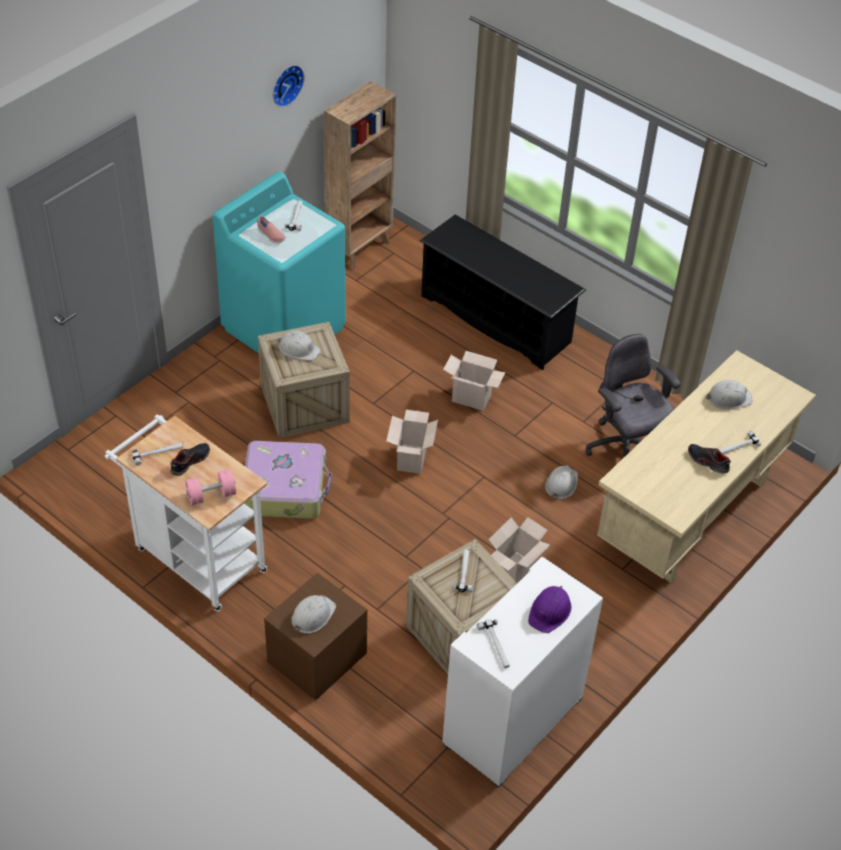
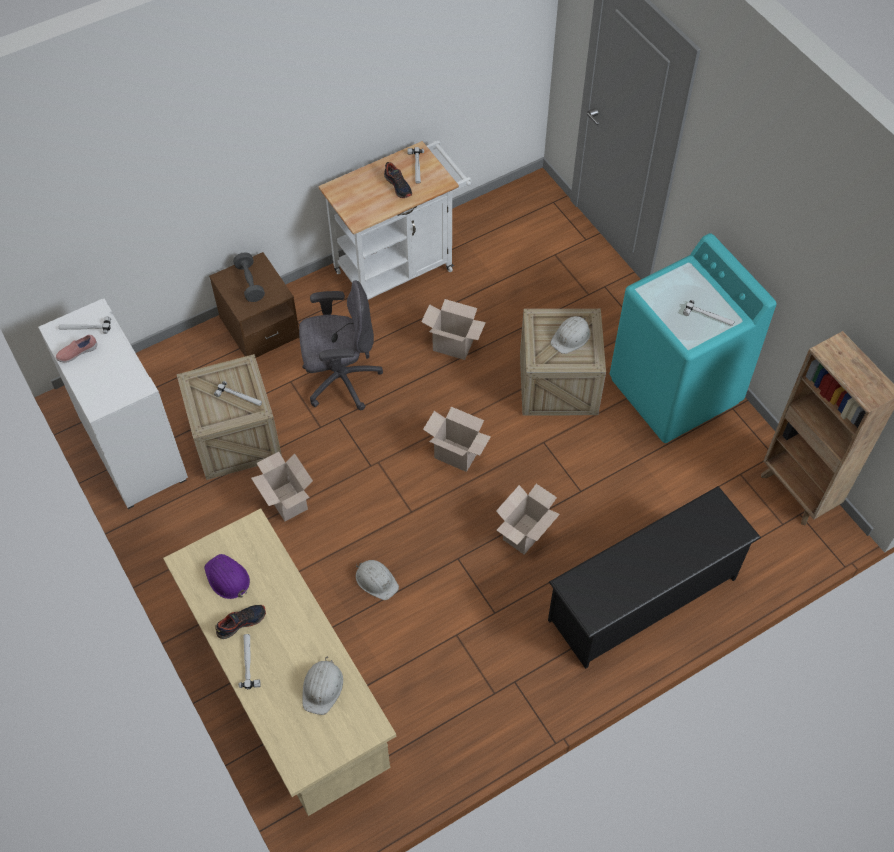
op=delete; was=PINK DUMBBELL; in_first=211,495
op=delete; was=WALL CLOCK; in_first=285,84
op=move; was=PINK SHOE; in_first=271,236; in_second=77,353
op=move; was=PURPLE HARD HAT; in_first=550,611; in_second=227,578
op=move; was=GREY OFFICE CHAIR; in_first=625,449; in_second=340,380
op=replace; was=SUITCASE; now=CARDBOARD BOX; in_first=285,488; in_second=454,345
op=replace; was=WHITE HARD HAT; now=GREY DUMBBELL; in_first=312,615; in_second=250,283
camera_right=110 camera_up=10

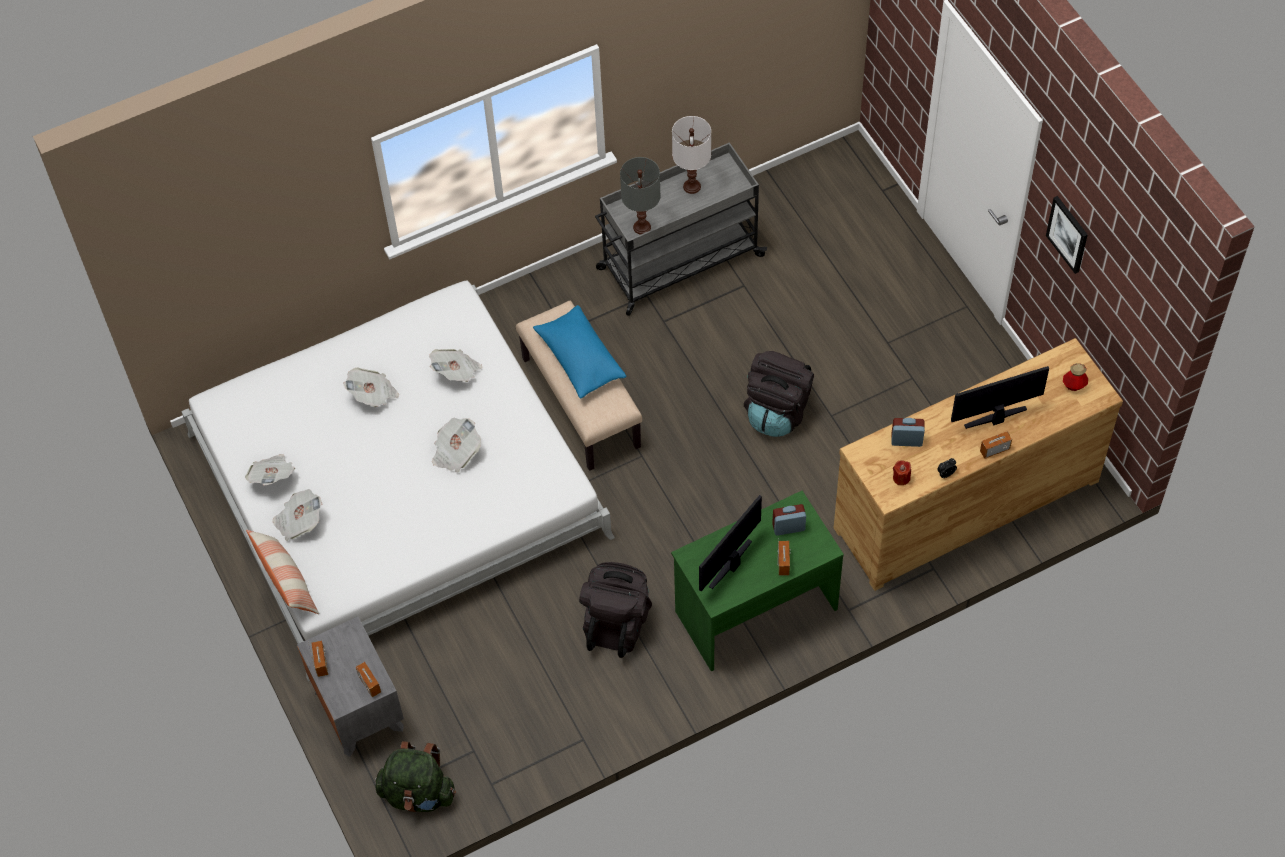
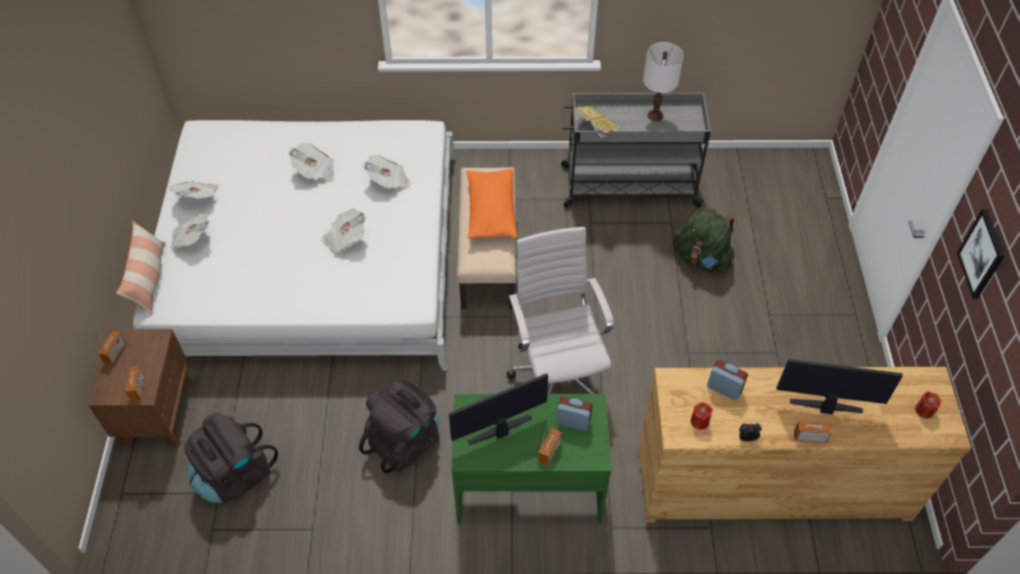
op=insert; now=WHITE OFFICE CHAIR; in_second=557,374
op=move; was=GREEN BACKPACK; in_first=418,793; in_second=701,259
op=move; was=BLACK BACKPACK; in_first=778,410; in_second=235,475
op=replace; was=GREY TABLE LAMP; now=BOOK; in_first=641,227; in_second=595,129
op=replace; was=BOTTLE; now=RED CANDLE; in_first=1074,385; in_second=924,410
op=recolor; was=GREY NIGHTSTAND; now=BROWN NIGHTSTAND; in_first=358,709; in_second=157,413
op=recolor; was=BLUE PILLOW; now=ORANGE PILLOW; in_first=580,359; in_second=491,212
camera_right=25 camera_up=-5

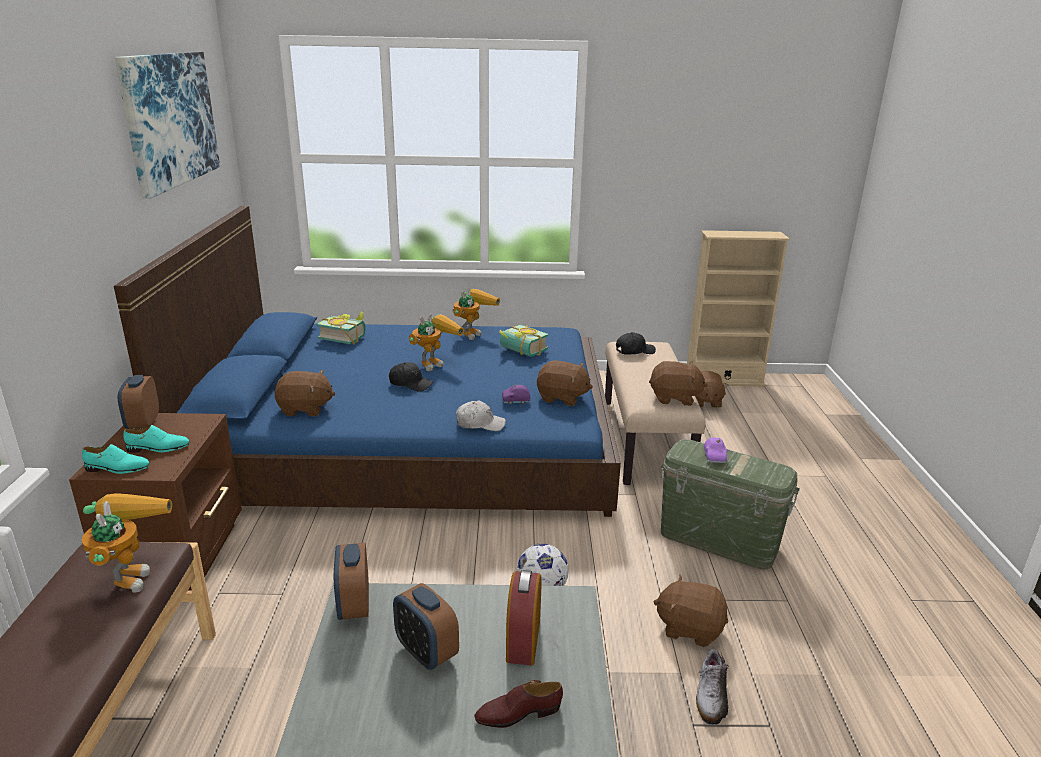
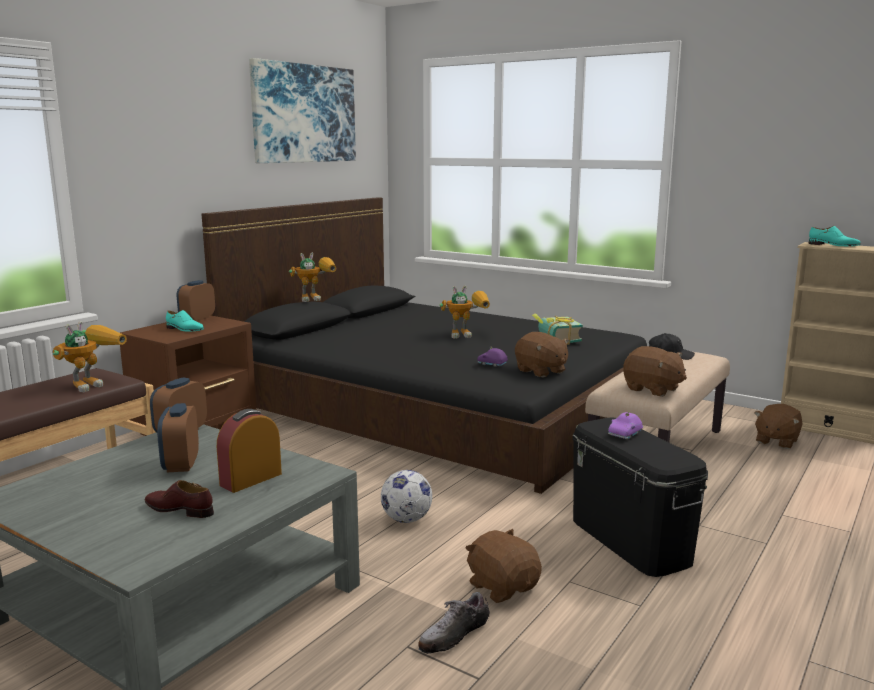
op=delete; was=BROWN PLUSH TOY; in_first=305,409
op=delete; was=BOOK; in_first=345,337
op=delete; was=BLACK CAP; in_first=410,383
op=delete; was=WHITE CAP; in_first=480,424
op=move; was=TURQUOISE SHOE; in_first=117,468; in_second=833,245
op=move; was=TOY ROBOT; in_first=472,332; in_second=317,298
op=recolor; was=BLUE BED; now=BLACK BED; in_first=409,436; in_second=438,403
op=recolor; was=GREEN STORAGE BOX; now=BLACK STORAGE BOX; in_first=719,539; in_second=630,540
camera_right=35 camera_up=-10

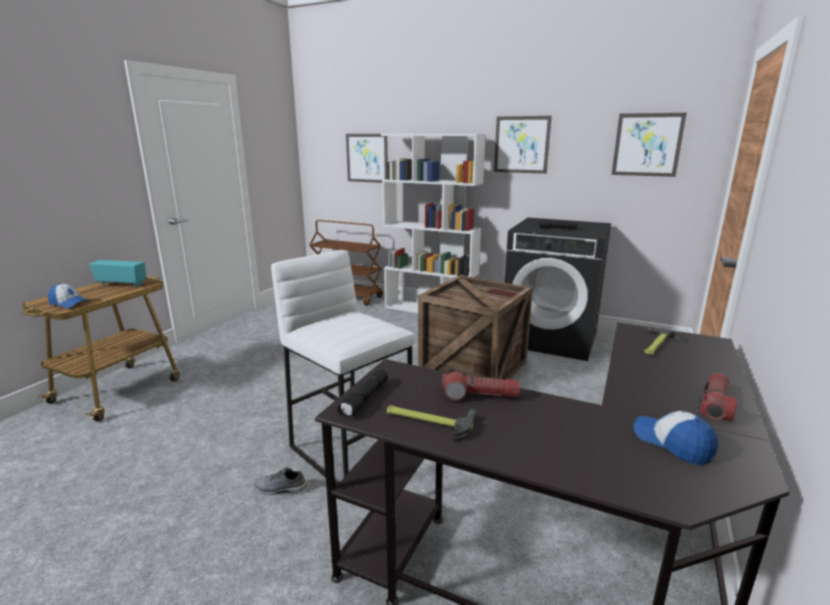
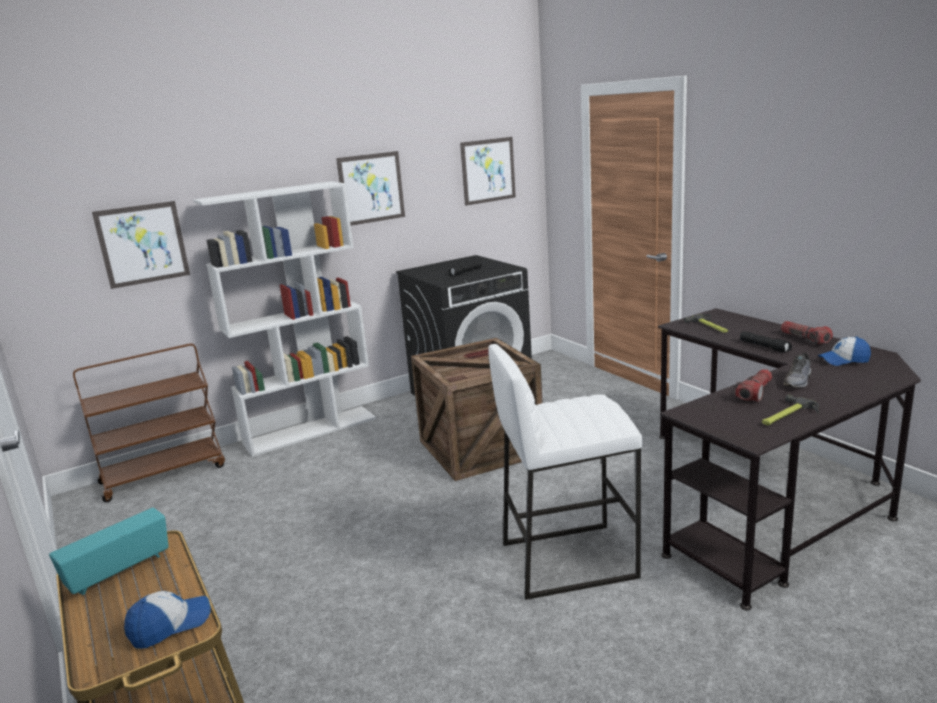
op=move; was=GREY SHOE; in_first=280,489; in_second=798,381
op=move; was=BLACK FLASHLIGHT; in_first=365,399; in_second=765,347
camera_right=-55 camera_up=0

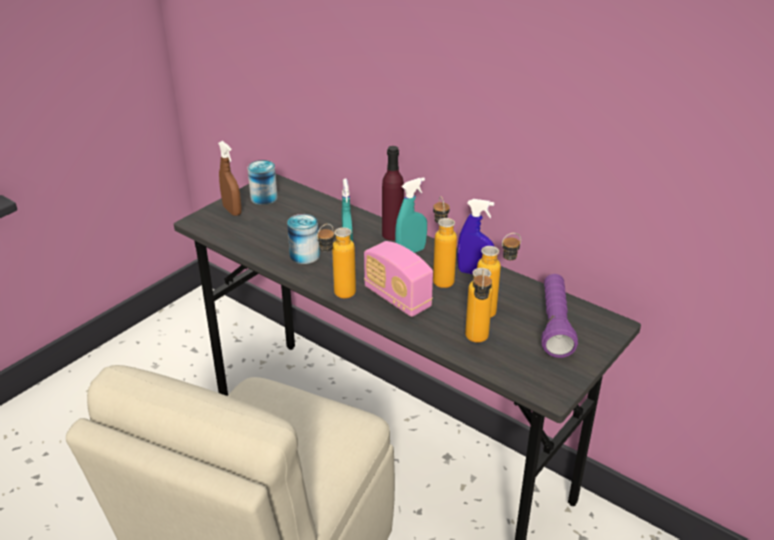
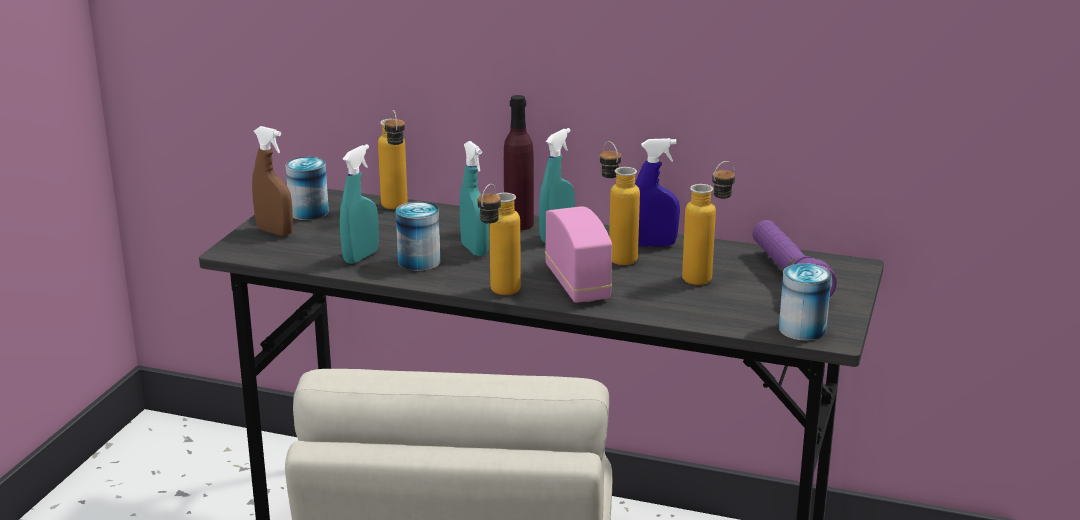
op=insert; now=TURQUOISE SPRAY BOTTLE; in_second=361,257
op=insert; now=CAN; in_second=802,329
op=move; was=BOTTLE; in_first=476,342; in_second=396,209
op=rotate; was=RADIO; in_first=397,298; in_second=577,284; clockwise=-135
camera_right=-20 camera_up=-10

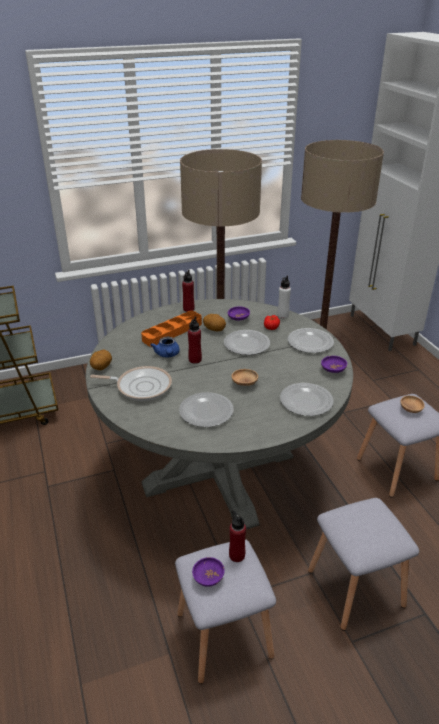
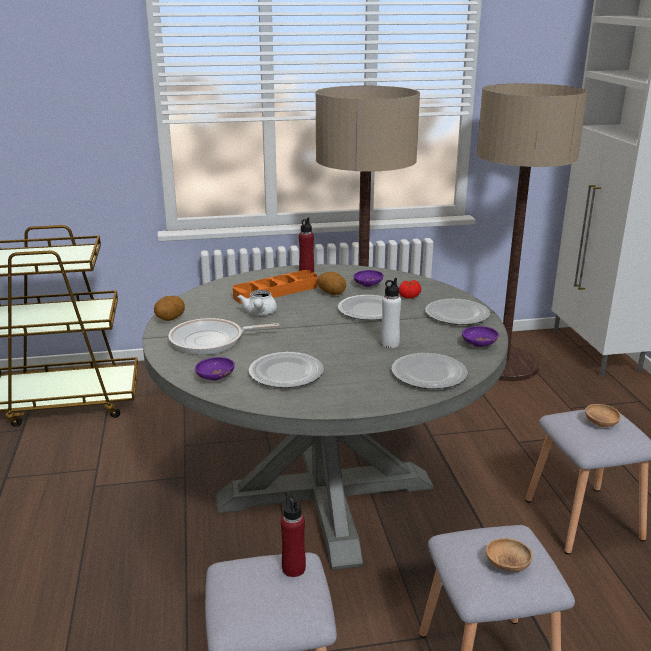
op=delete; was=RED BOTTLE; in_first=195,360
op=move; was=PURPLE BOWL; in_first=208,577; in_second=215,378
op=move; was=BROWN BOWL; in_first=244,383; in_second=507,565
op=move; was=WHITE BOTTLE; in_first=283,315; in_second=389,343
op=recolor; was=BLUE TEAPOT; now=WHITE TEAPOT; in_first=167,355; in_second=259,313
op=rotate; was=FRYING PAN; in_first=141,386; in_second=211,341; clockwise=150
camera_right=10 camera_up=-10

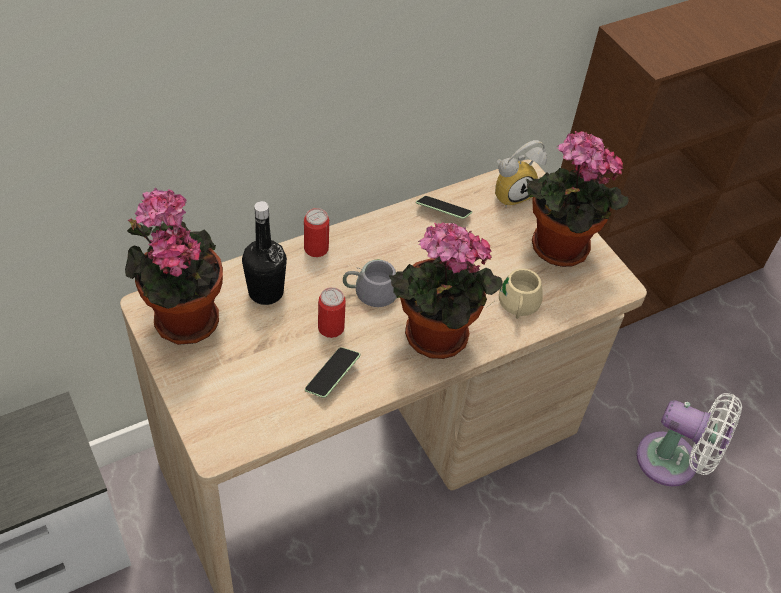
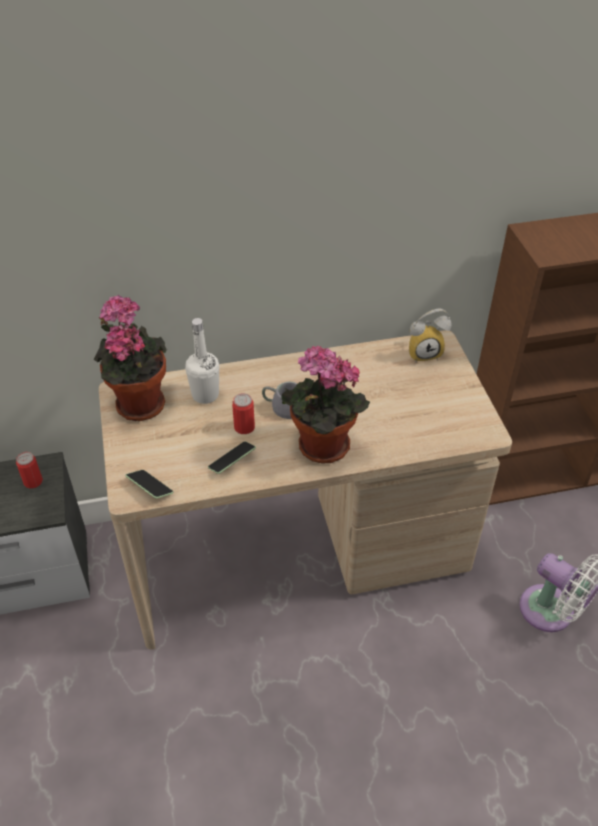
op=delete; was=BEIGE MUG; in_first=513,304
op=delete; was=POTTED PLANT; in_first=556,250
op=move; was=CAN; in_first=316,248; in_second=33,481
op=move; was=PHONE; in_first=443,212; in_second=150,488
op=recolor; was=BLACK BOTTLE; now=WHITE BOTTLE; in_first=266,292; in_second=205,395
camera_right=20 camera_up=-5

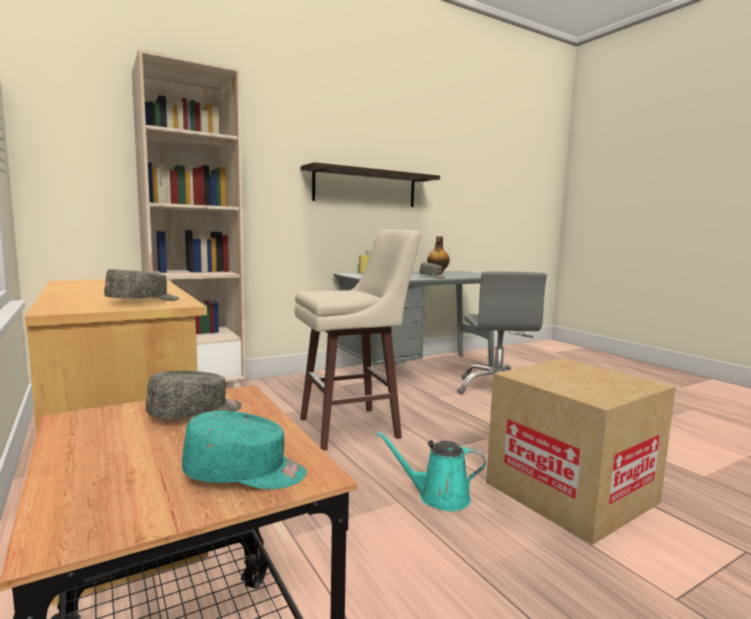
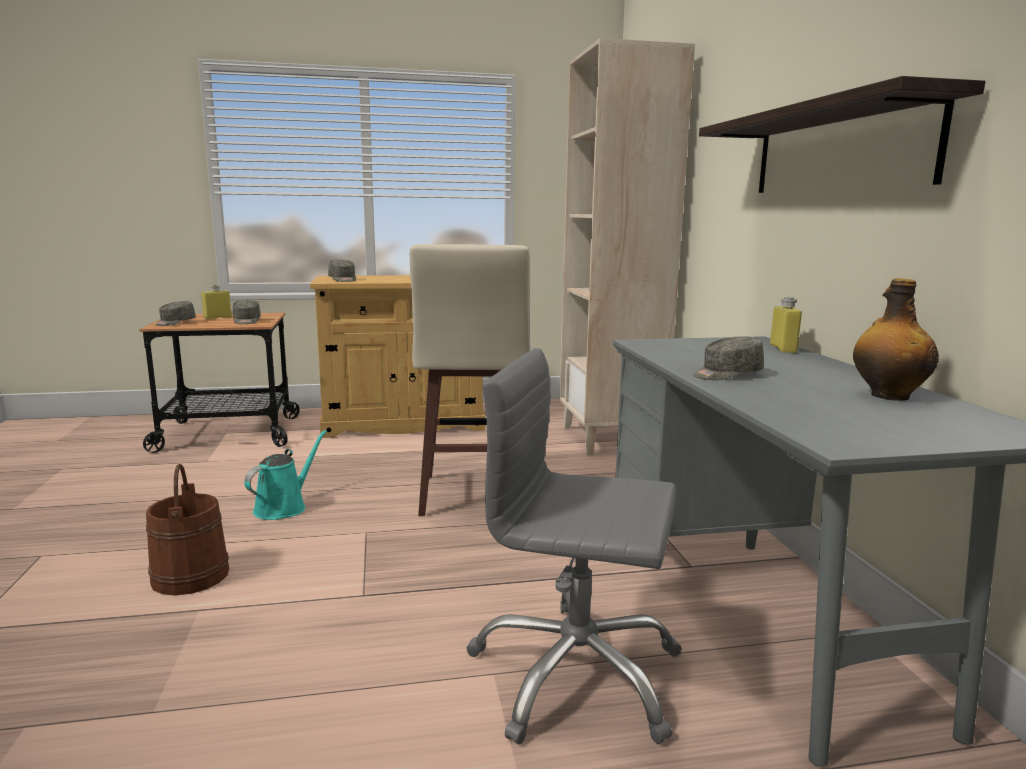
op=insert; now=YELLOW BOTTLE; in_second=217,318
op=replace; was=CARDBOARD BOX; now=BROWN BUCKET; in_first=570,492; in_second=190,576
op=recolor; was=TURQUOISE CAP; now=GREY CAP; in_first=245,474; in_second=175,323
camera_right=110 camera_up=5

